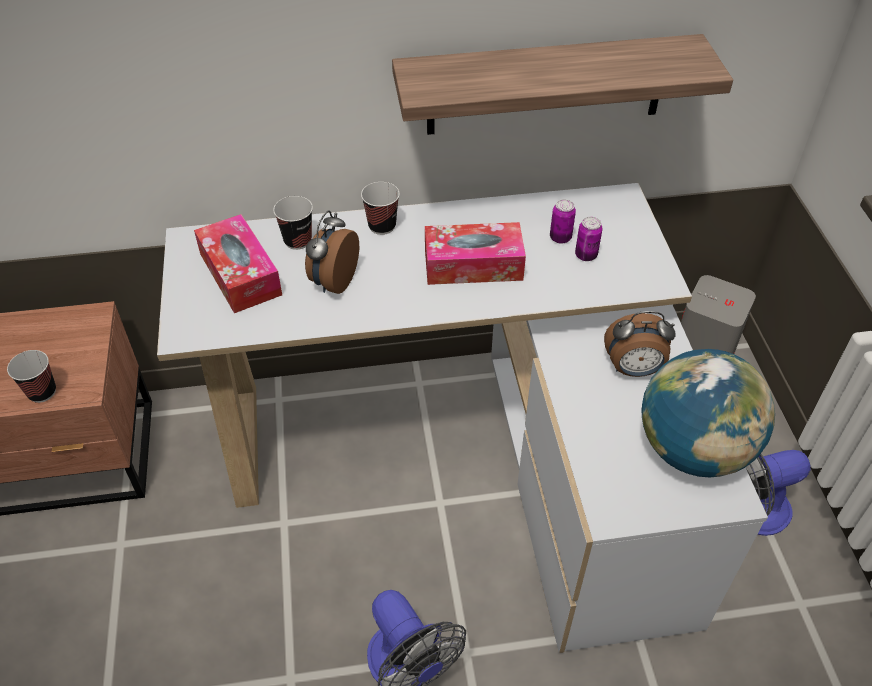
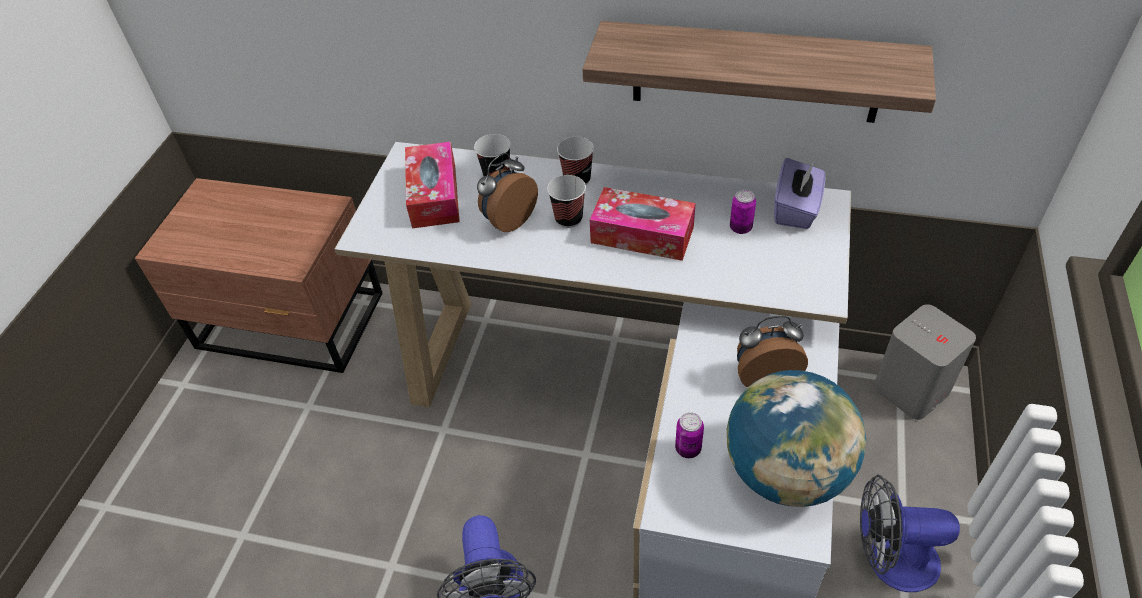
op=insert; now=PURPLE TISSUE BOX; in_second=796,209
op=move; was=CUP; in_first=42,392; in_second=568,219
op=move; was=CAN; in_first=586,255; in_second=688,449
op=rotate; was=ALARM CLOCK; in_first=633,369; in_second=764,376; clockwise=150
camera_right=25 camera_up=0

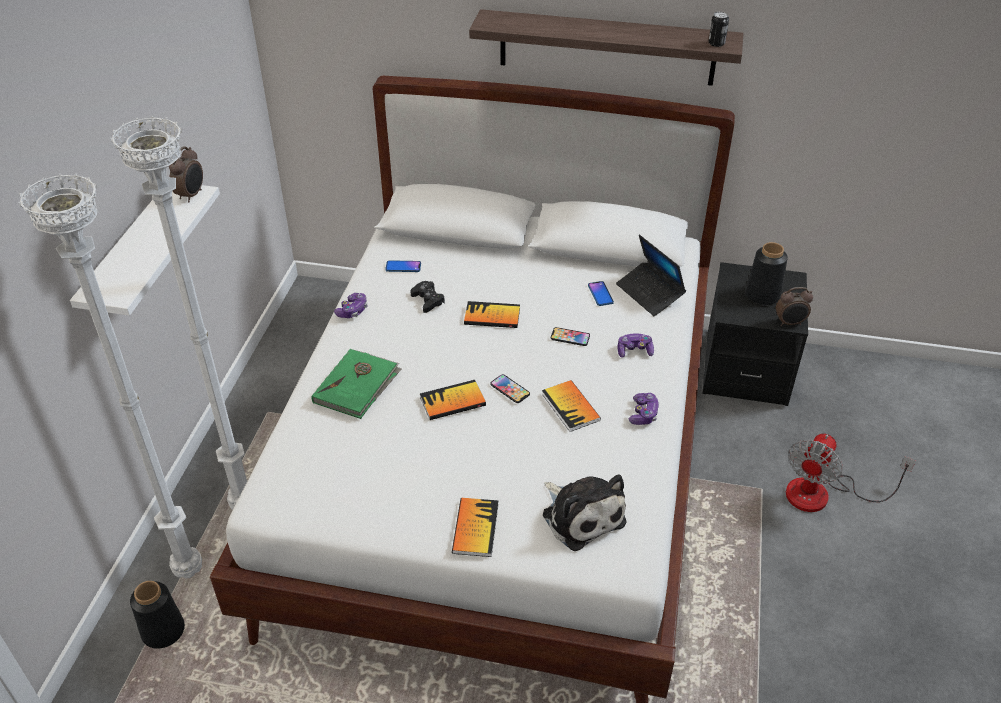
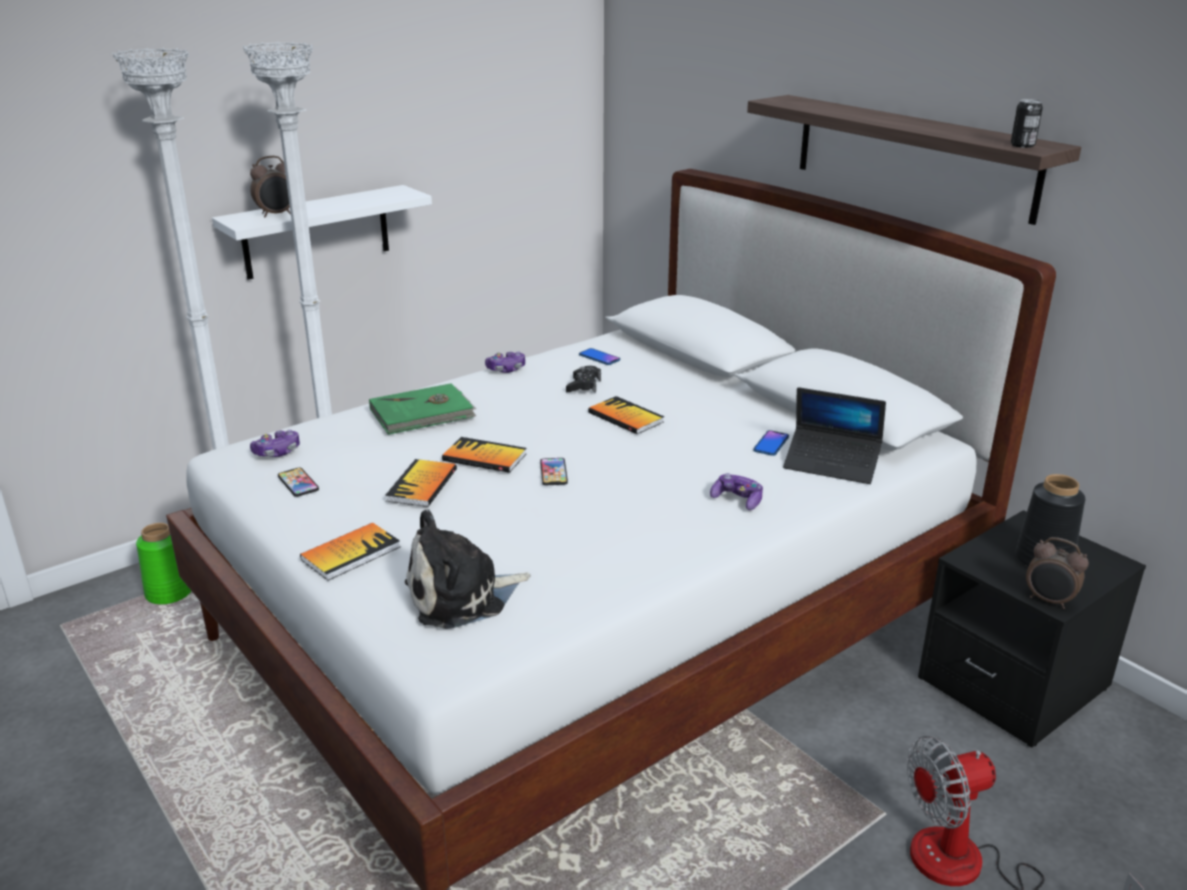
op=move; was=ALARM CLOCK; in_first=191,195; in_second=277,214
op=move; was=BOOK; in_first=570,407; in_second=422,485
op=move; was=PHONE; in_first=570,337; in_second=298,483
op=move; was=GAME CONTROLLER; in_first=643,414; in_second=277,452
op=recolor; was=BLACK VASE; now=GREEN VASE; in_first=163,630; in_second=170,592
op=rotate; was=PLUSH TOY; in_first=581,515; in_second=462,596; clockwise=60
op=rotate; was=LAPTOP; in_first=649,293; in_second=832,464; clockwise=-75
camera_right=40 camera_up=-15

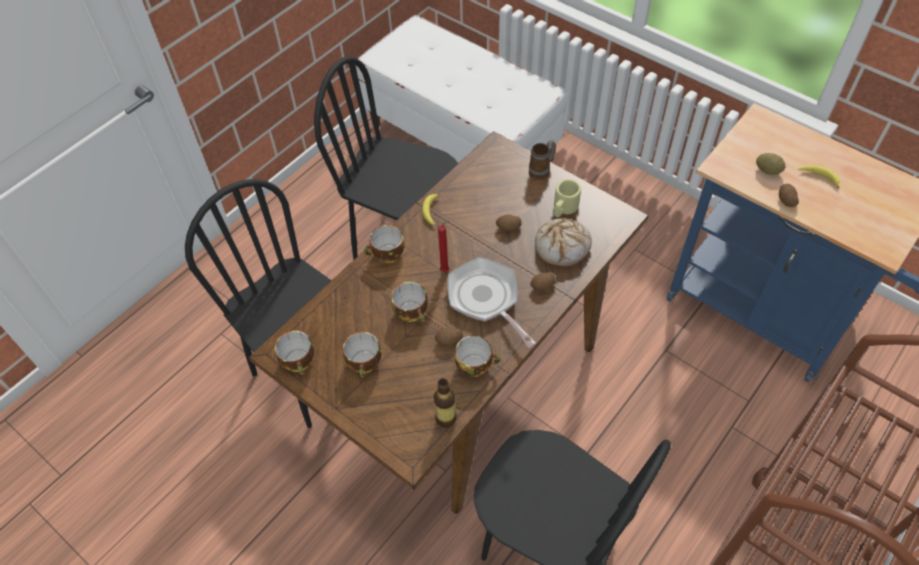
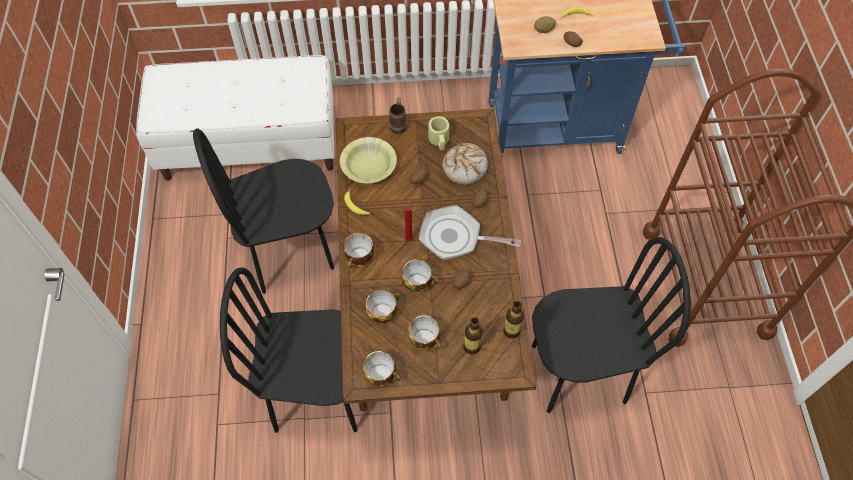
op=insert; now=YELLOW BOWL; in_second=369,166
op=insert; now=BOTTLE; in_second=471,347
op=move; was=CUP; in_first=475,365; in_second=383,311
camera_right=-45 camera_up=5

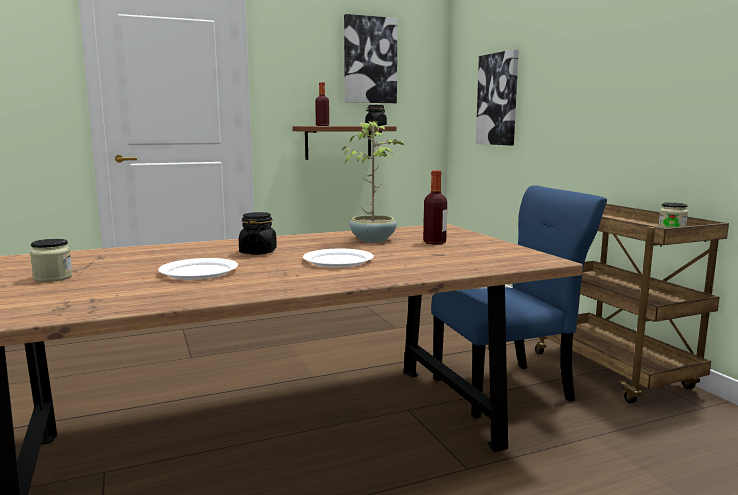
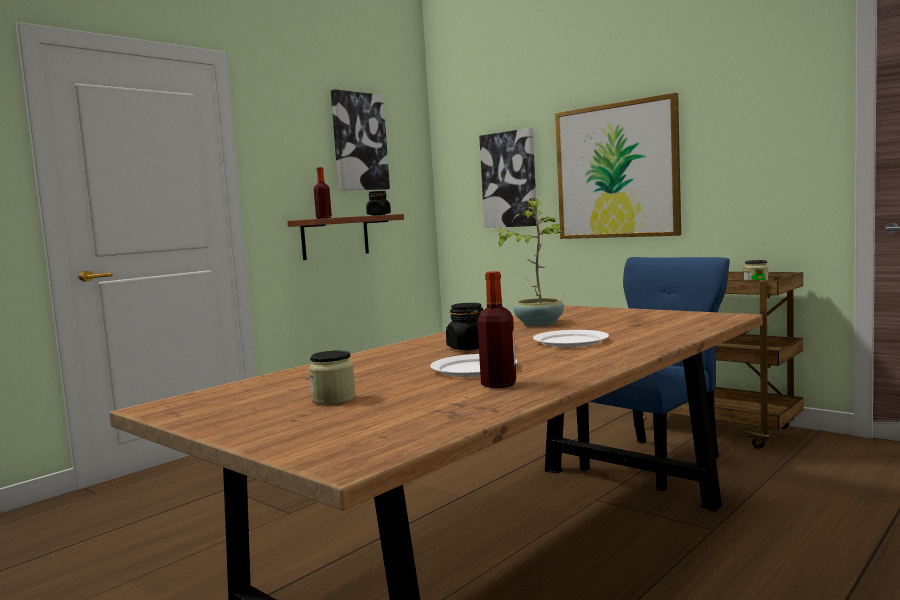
op=insert; now=PICTURE; in_second=616,171
op=move; was=BOTTLE; in_first=434,242; in_second=498,384
camera_right=-25 camera_up=-5

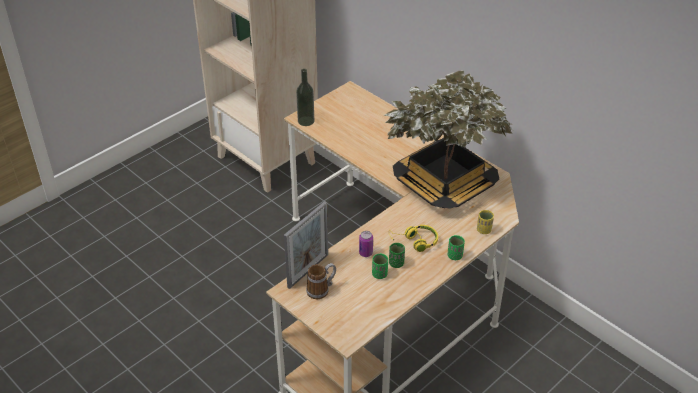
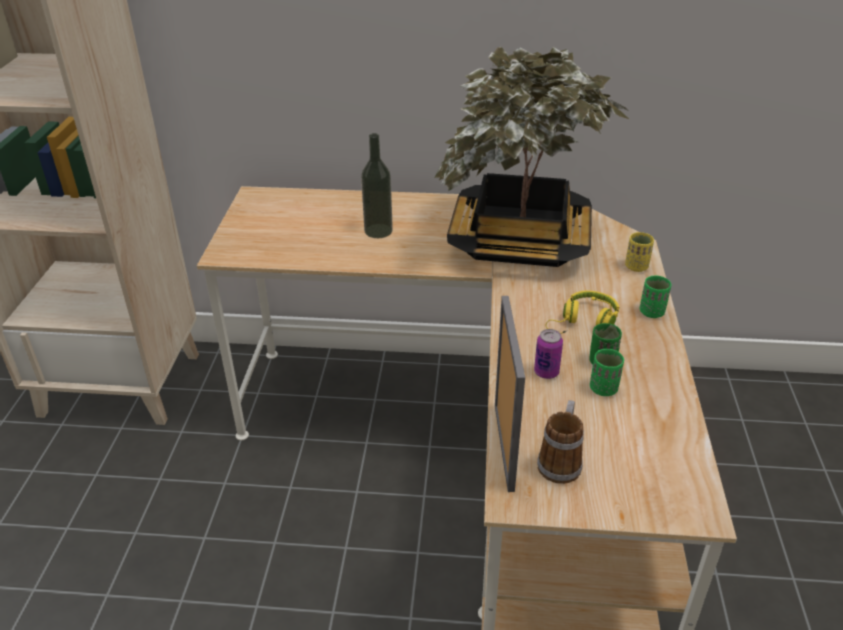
op=move; was=BOTTLE; in_first=306,121; in_second=378,231
camera_right=-40 camera_up=-5

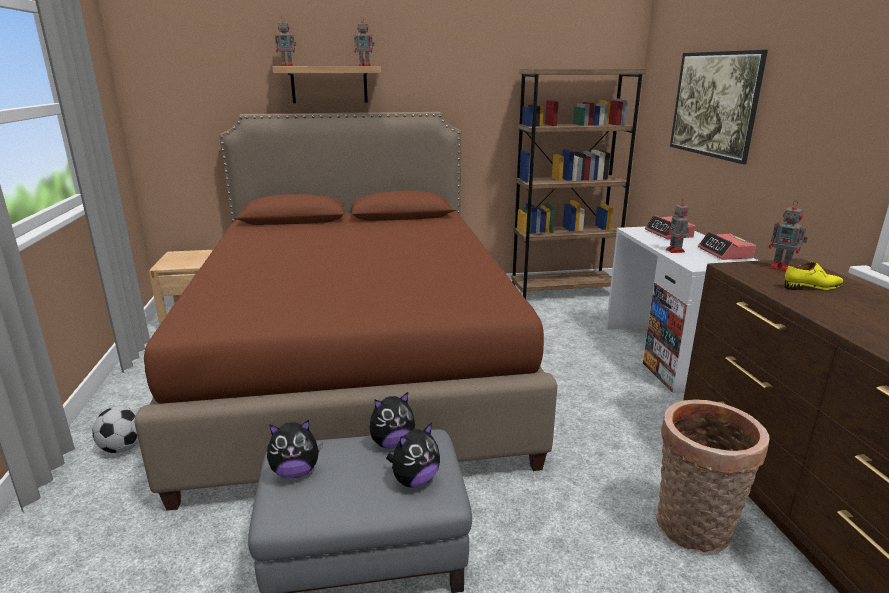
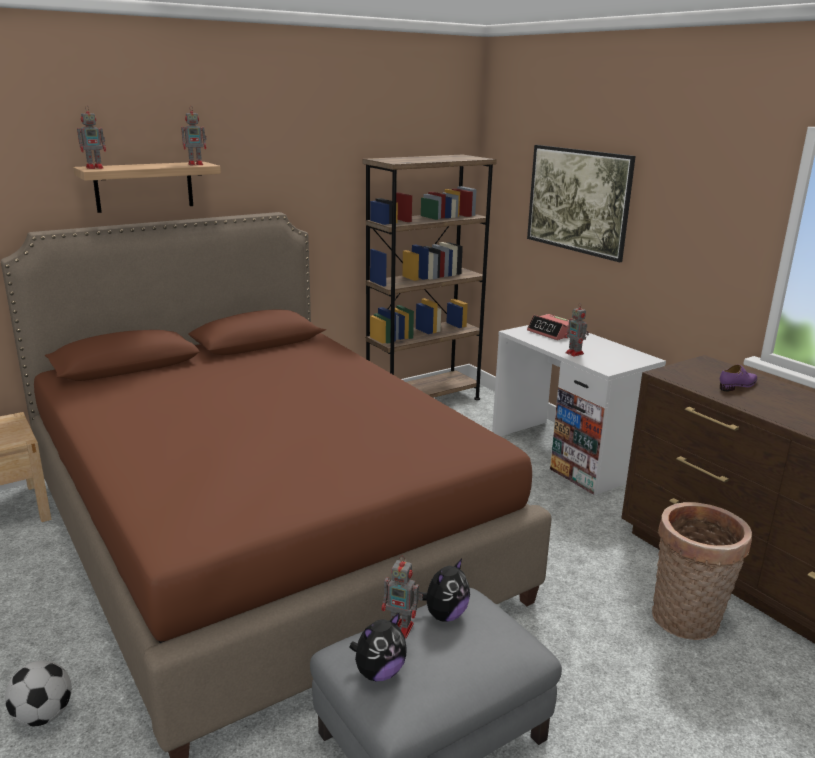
op=delete; was=PLUSH TOY; in_first=414,480
op=delete; was=ALARM CLOCK; in_first=725,253
op=move; was=TOY ROBOT; in_first=782,267; in_second=402,629
op=recolor; was=YELLOW SHOE; now=PURPLE SHOE; in_first=813,287; in_second=738,385
camera_right=-25 camera_up=0

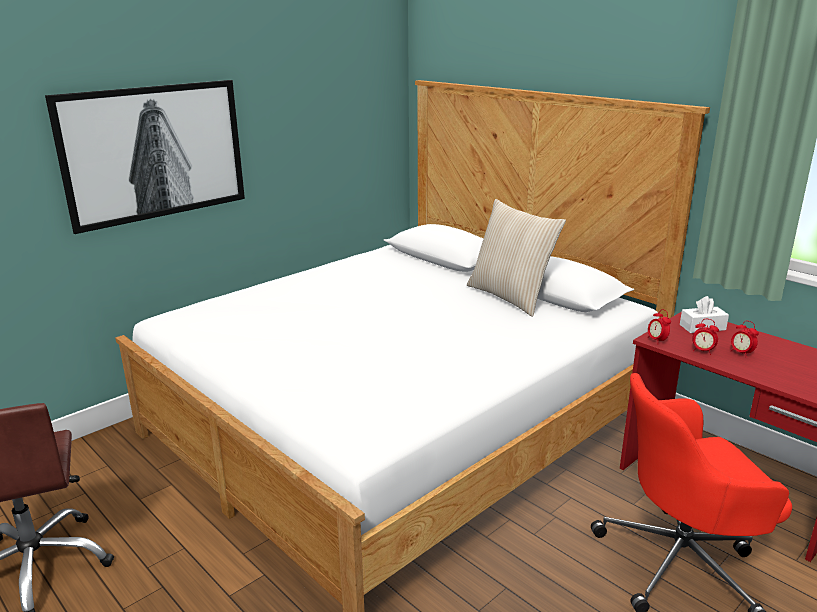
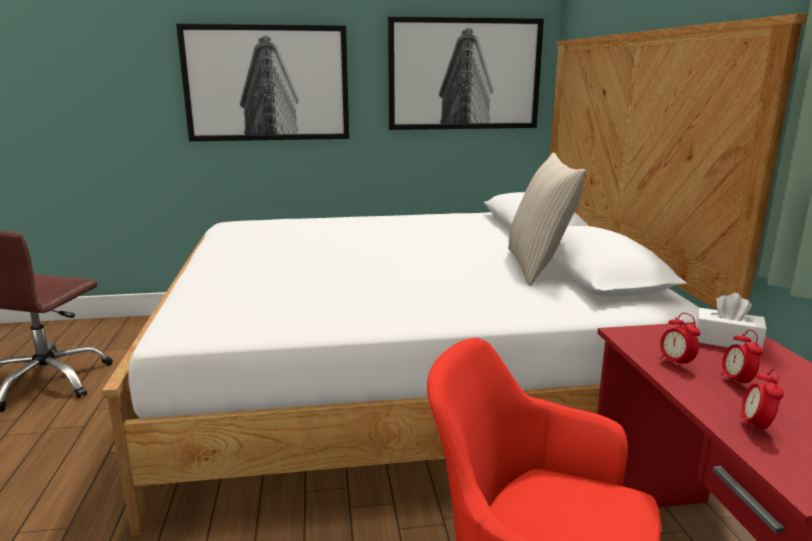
op=insert; now=PICTURE; in_second=465,74
op=move; was=ALARM CLOCK; in_first=657,340; in_second=755,426
camera_right=35 camera_up=-5

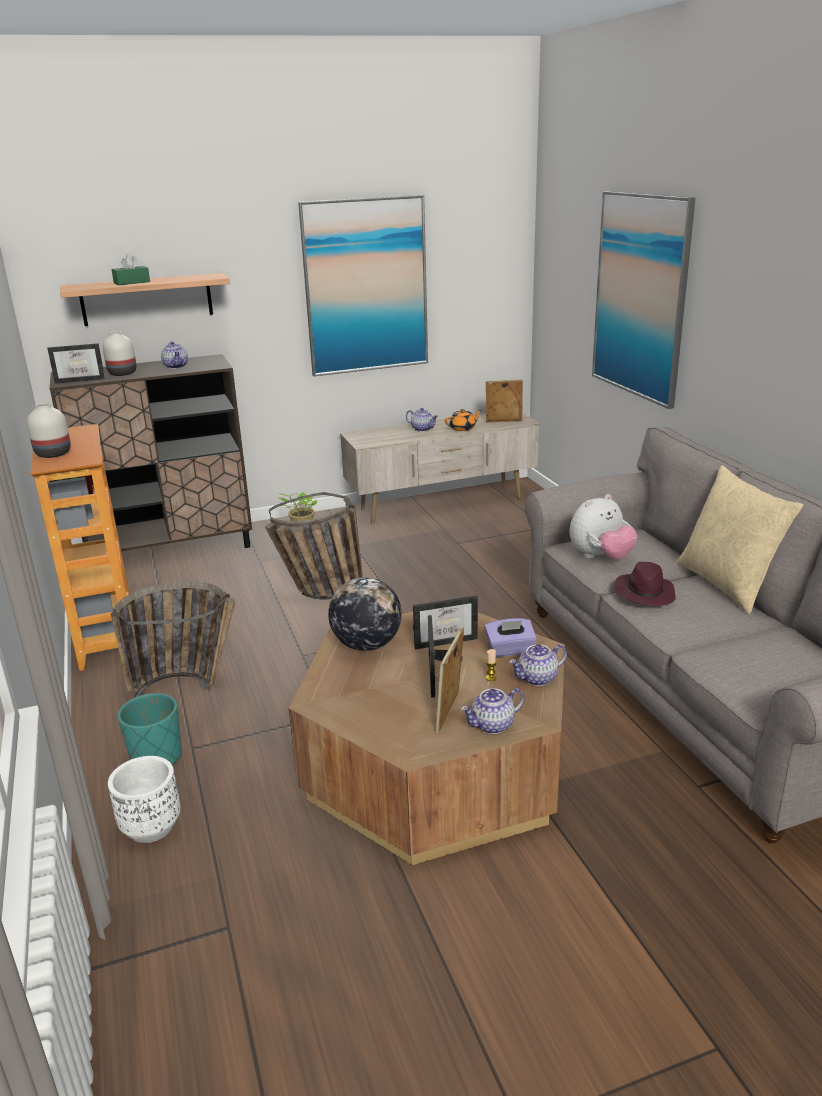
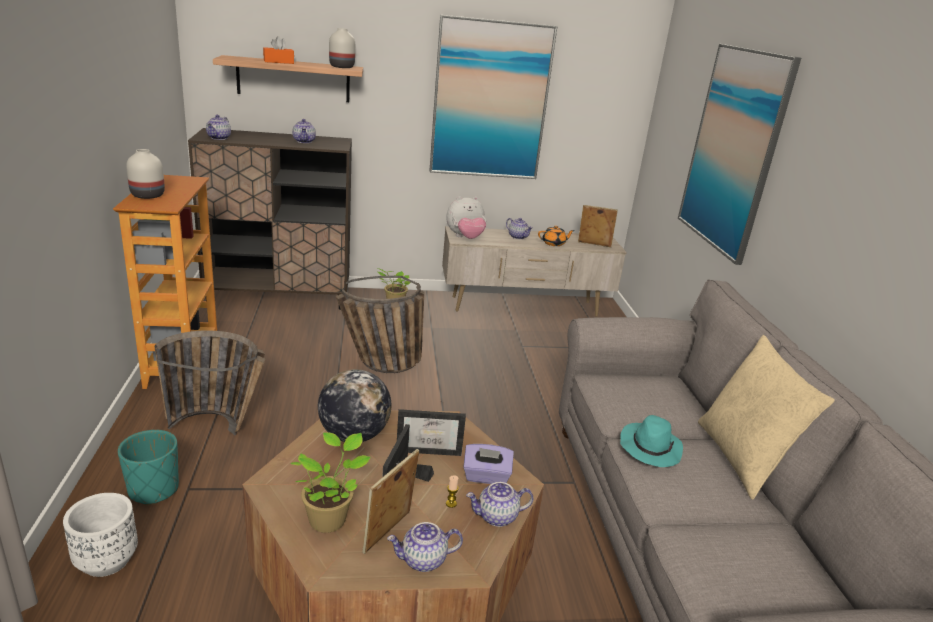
op=insert; now=POTTED PLANT; in_second=329,518
op=move; was=WHITE VASE; in_first=121,373; in_second=341,67
op=move; was=PLUSH TOY; in_first=600,557; in_second=465,238
op=replace; was=PICTURE FRAME; now=TEAPOT; in_first=81,379; in_second=219,138
op=recolor; was=GREEN TISSUE BOX; now=ORANGE TISSUE BOX; in_first=132,282; in_second=278,62
op=recolor; was=PURPLE HAT; now=TURQUOISE HAT; in_first=644,593; in_second=649,448
camera_right=10 camera_up=0

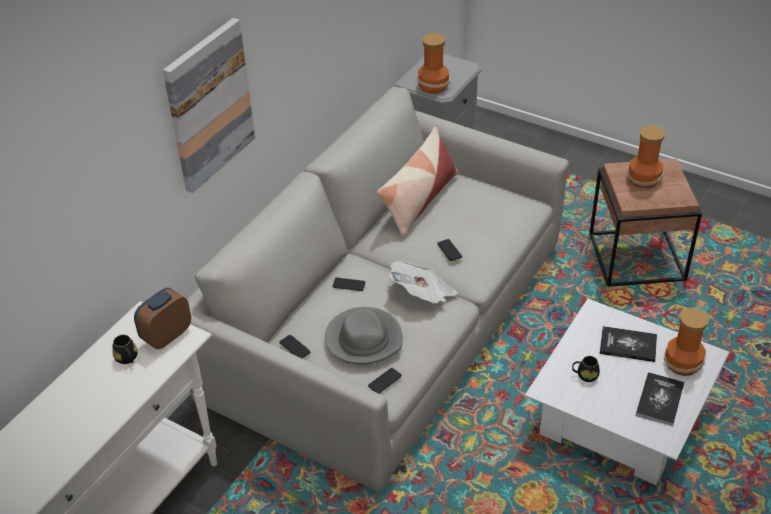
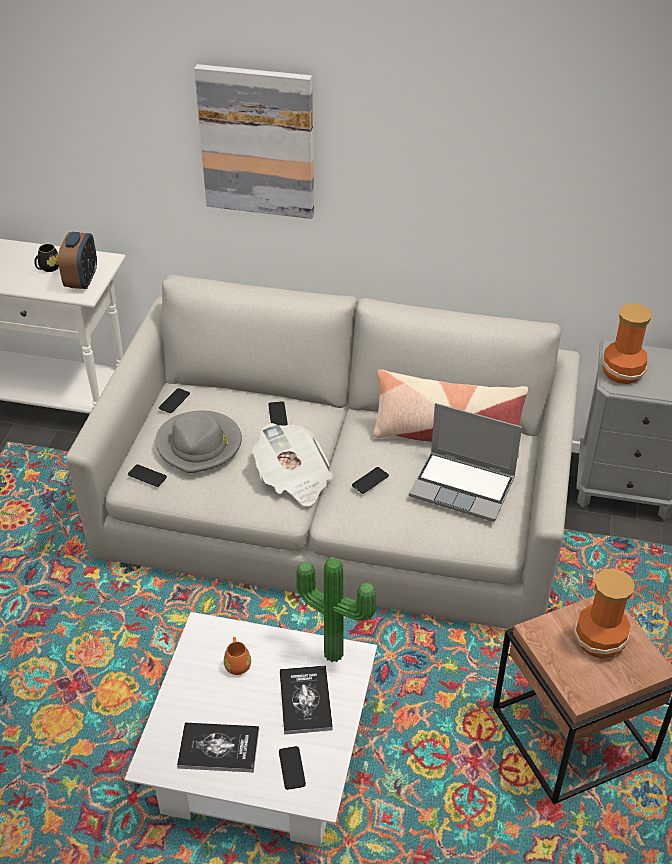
op=insert; now=POTTED PLANT; in_second=335,651
op=insert; now=LAPTOP; in_second=464,487
op=replace; was=VASE; now=PHONE; in_first=683,364; in_second=292,768
op=recolor; was=BLACK MUG; now=ORANGE MUG; in_first=584,375; in_second=237,663
op=rotate; was=ALARM CLOCK; in_first=167,336; in_second=82,280; clockwise=75
camera_right=70 camera_up=0

